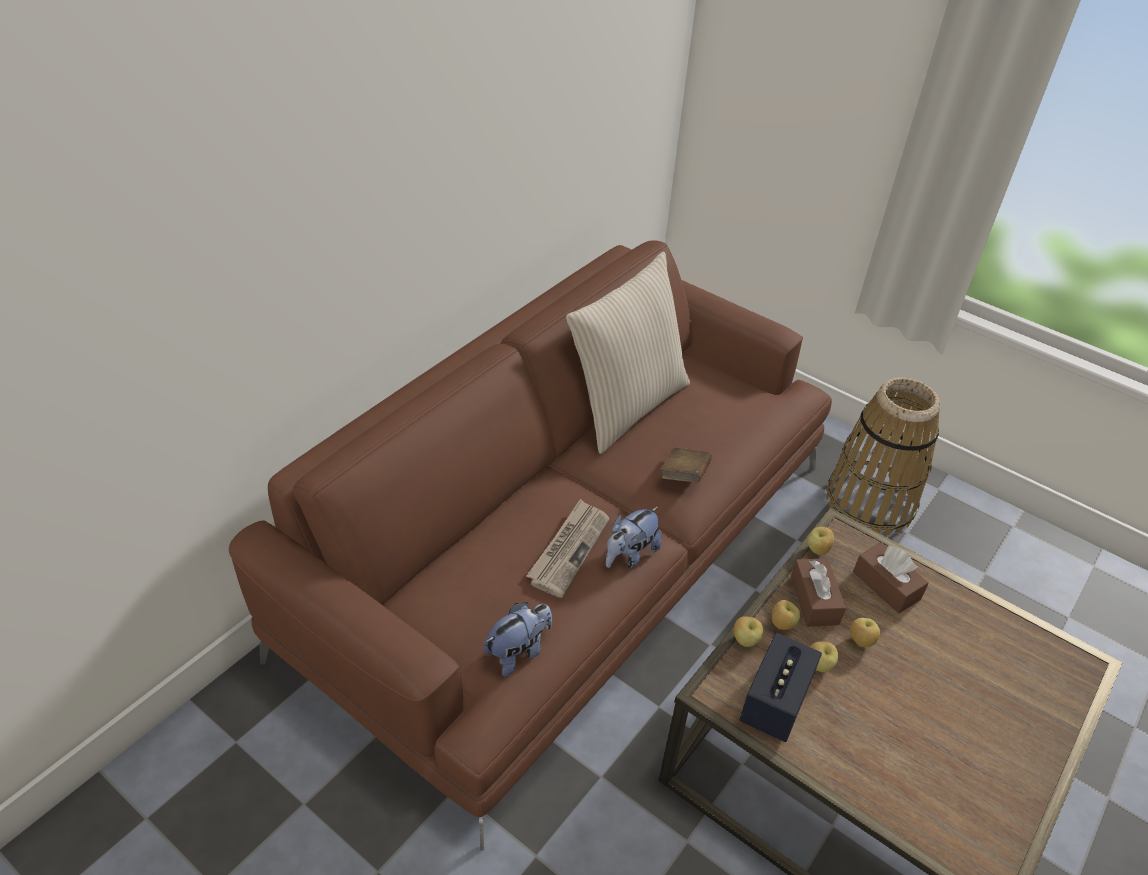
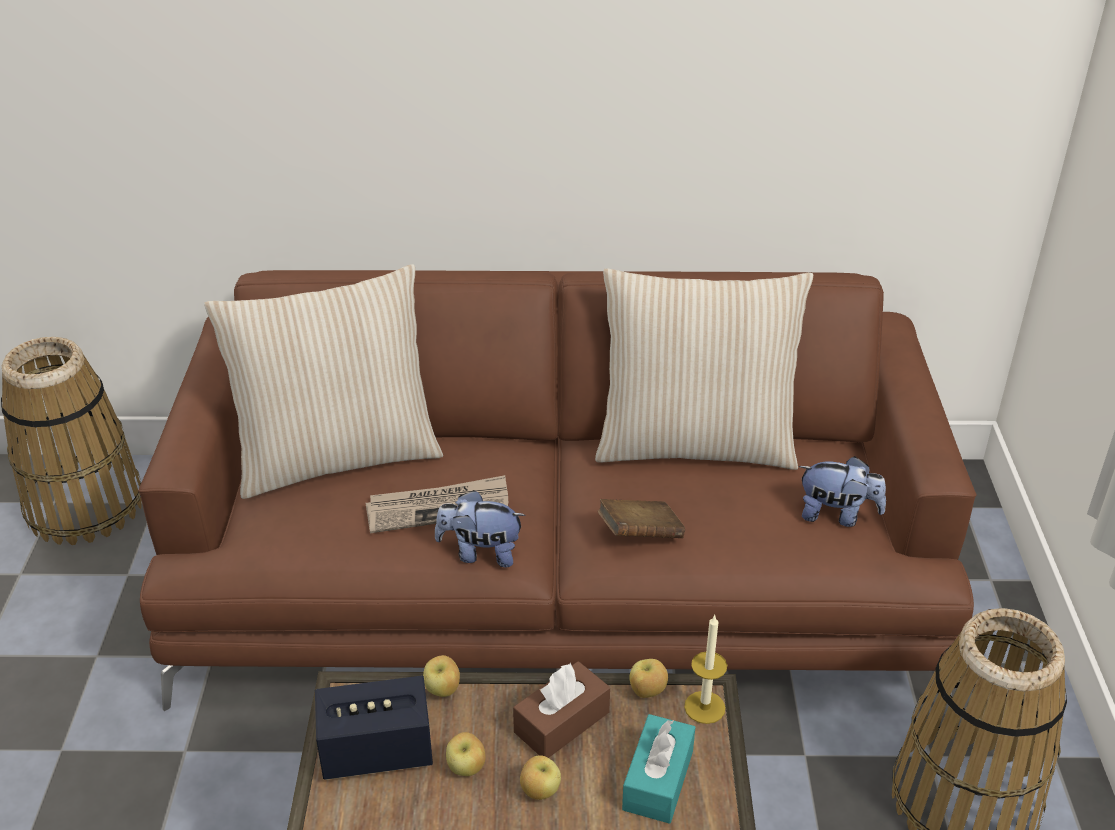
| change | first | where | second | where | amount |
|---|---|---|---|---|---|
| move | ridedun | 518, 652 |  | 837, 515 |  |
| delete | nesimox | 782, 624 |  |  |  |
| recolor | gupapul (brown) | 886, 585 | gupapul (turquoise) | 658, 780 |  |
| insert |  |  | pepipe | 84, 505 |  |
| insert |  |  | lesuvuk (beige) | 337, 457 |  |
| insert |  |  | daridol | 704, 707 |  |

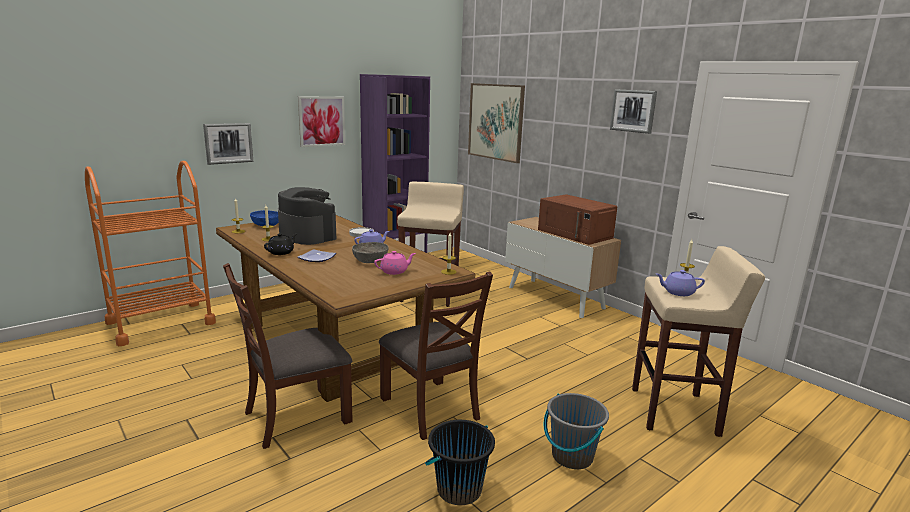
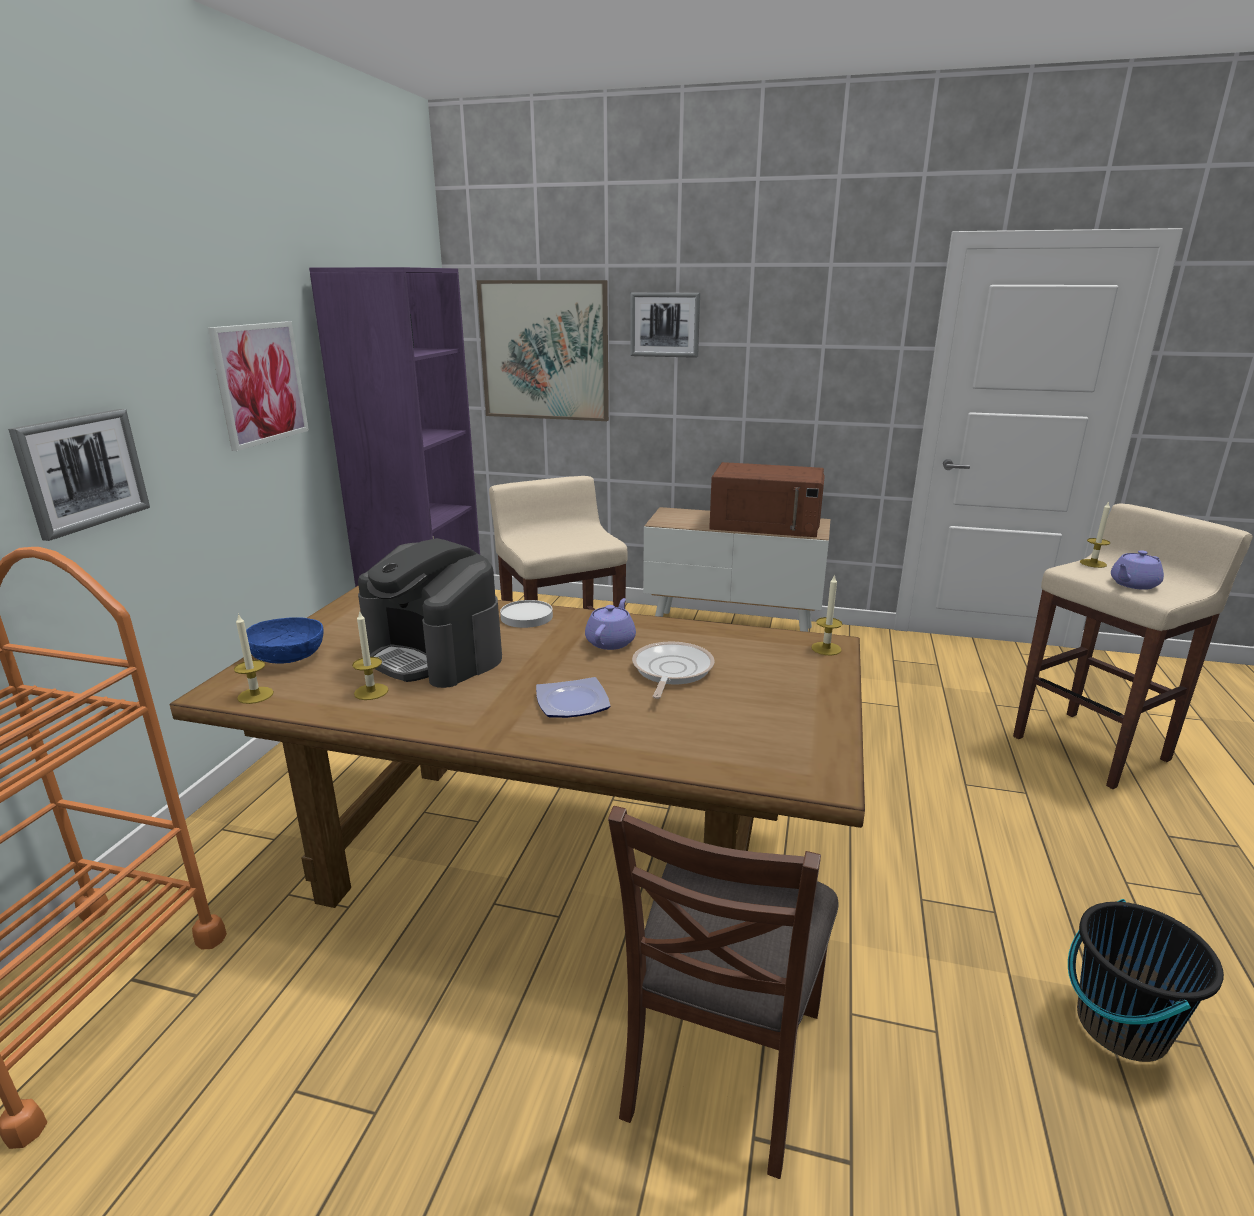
| change | first | where | second | where | amount |
|---|---|---|---|---|---|
| delete | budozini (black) | 281, 252 |  |  |  |
| rotate | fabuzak | 307, 235 |  | 435, 655 | 150 degrees counterclockwise |
| replace | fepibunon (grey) | 370, 260 | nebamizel | 670, 671 |  |
| delete | budozini (pink) | 394, 271 |  |  |  |
| delete | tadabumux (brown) | 431, 408 |  |  |  |
| delete | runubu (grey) | 571, 456 |  |  |  |
| move | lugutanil | 633, 111 |  | 665, 325 |  |

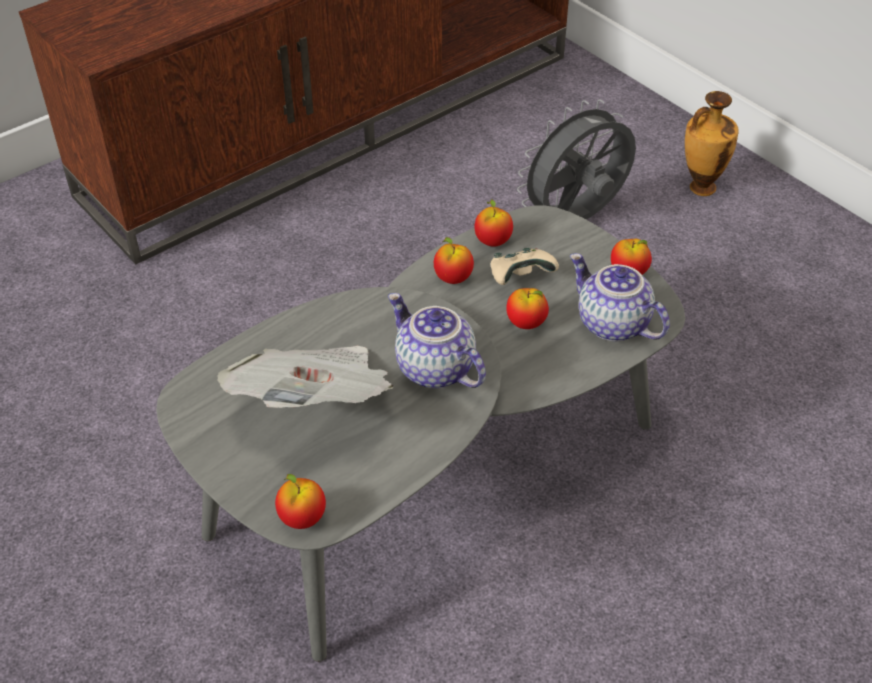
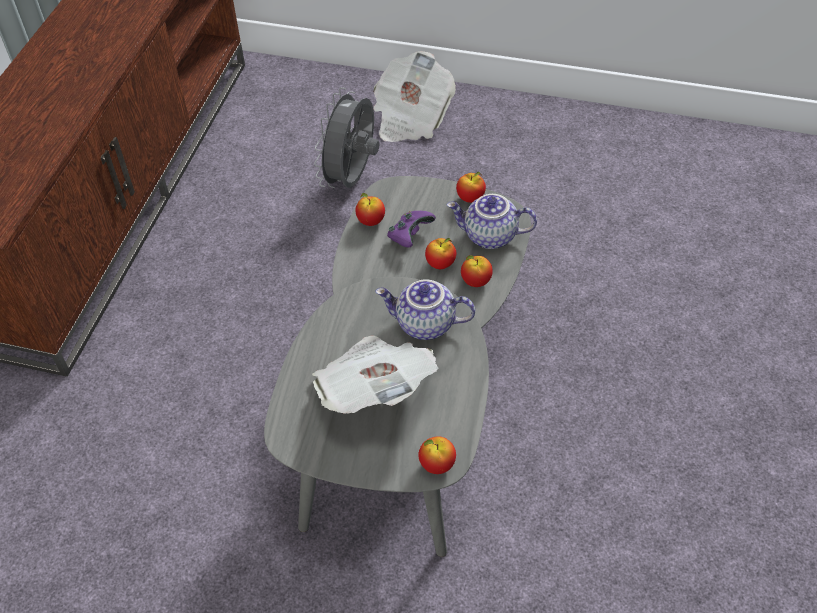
| change | first | where | second | where | amount |
|---|---|---|---|---|---|
| move | nesimox | 453, 278 |  | 476, 281 |  |
| recolor | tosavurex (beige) | 520, 278 | tosavurex (purple) | 409, 236 |  |
| replace | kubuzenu | 700, 187 | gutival | 411, 117 |  |

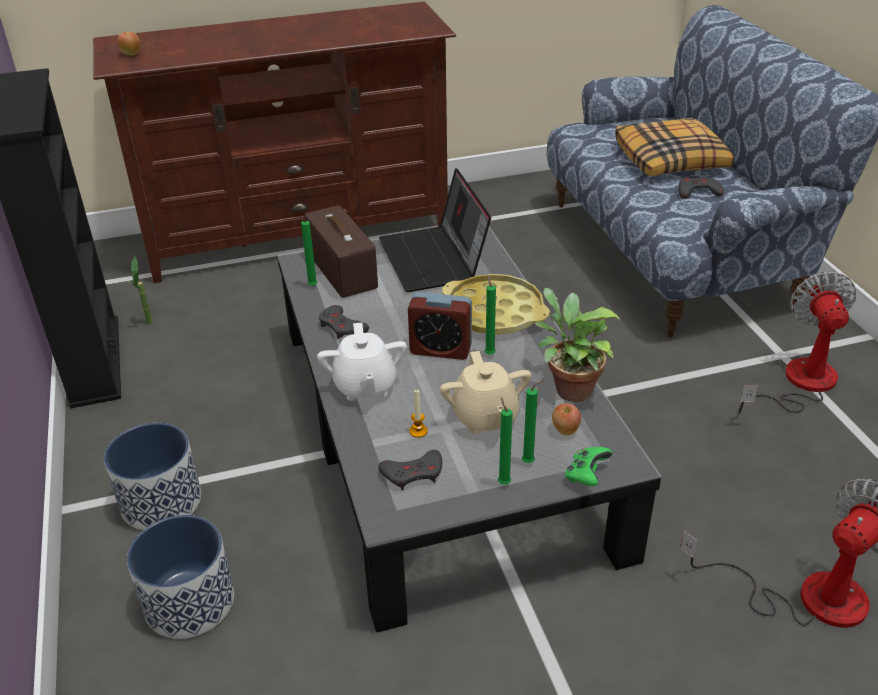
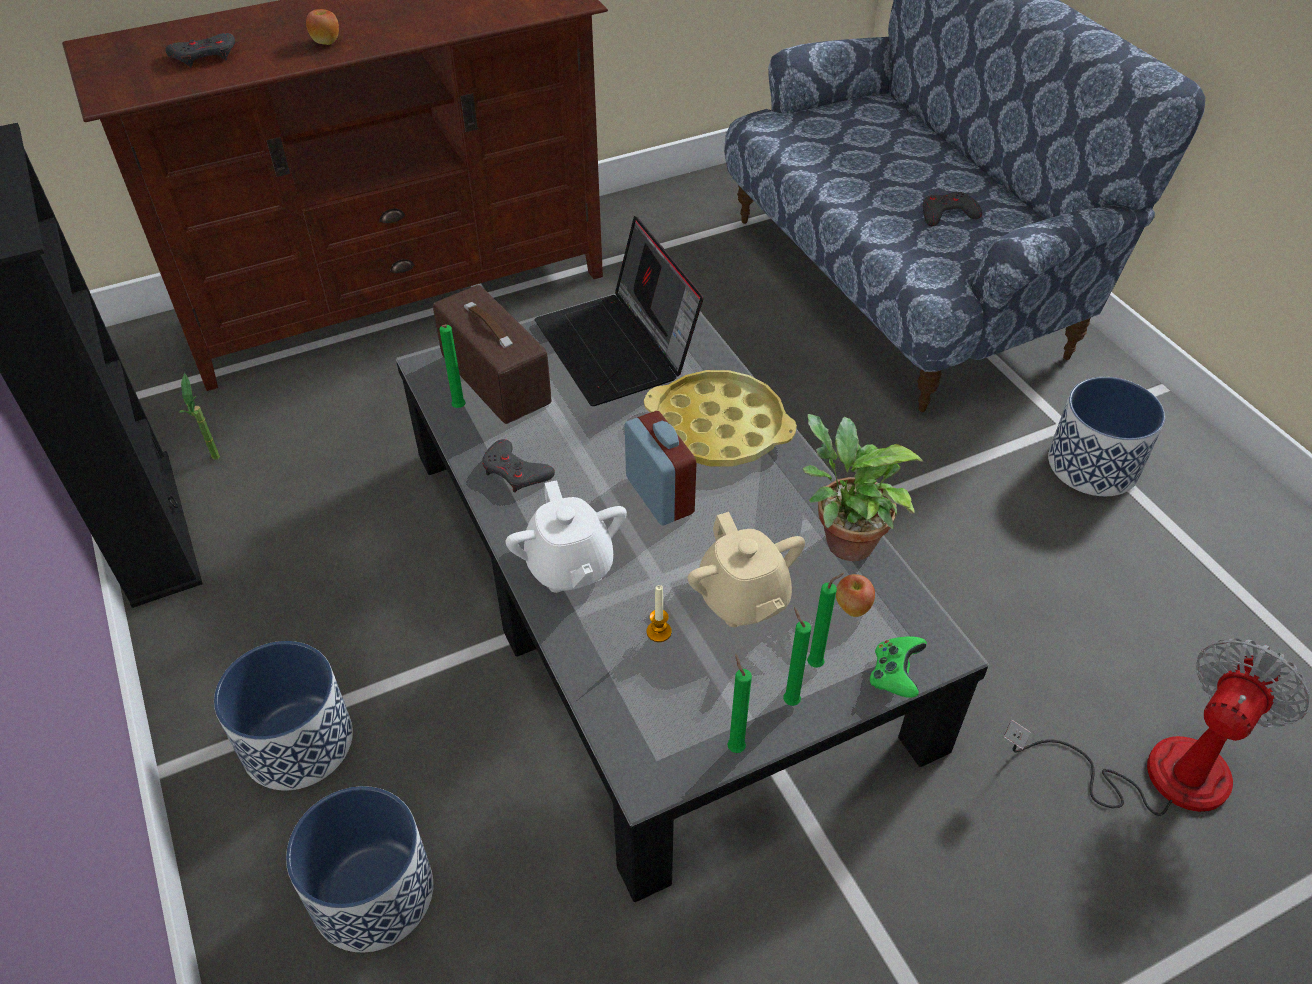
| change | first | where | second | where | amount |
|---|---|---|---|---|---|
| move | nesimox | 131, 54 |  | 326, 42 |  |
| move | tosavurex (grey) | 413, 473 |  | 205, 56 |  |
| rotate | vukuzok | 440, 349 |  | 659, 495 | 120 degrees counterclockwise |
| move | daridol (green) | 489, 353 |  | 734, 746 |  |
| delete | lesuvuk | 671, 160 |  |  |  |
| replace | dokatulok | 798, 384 | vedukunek | 1092, 466 |  |

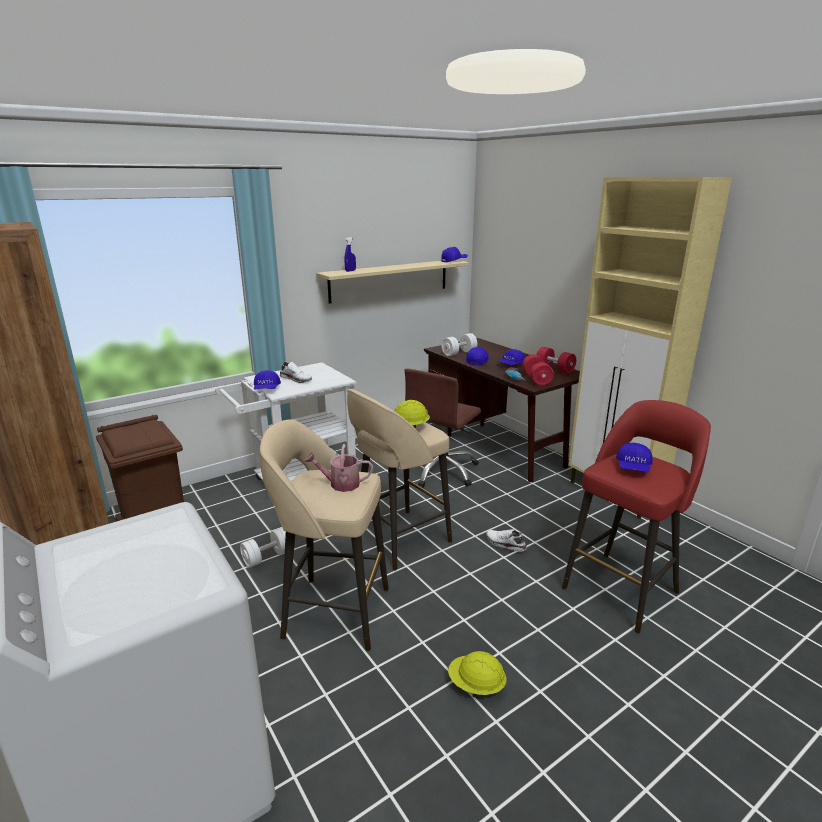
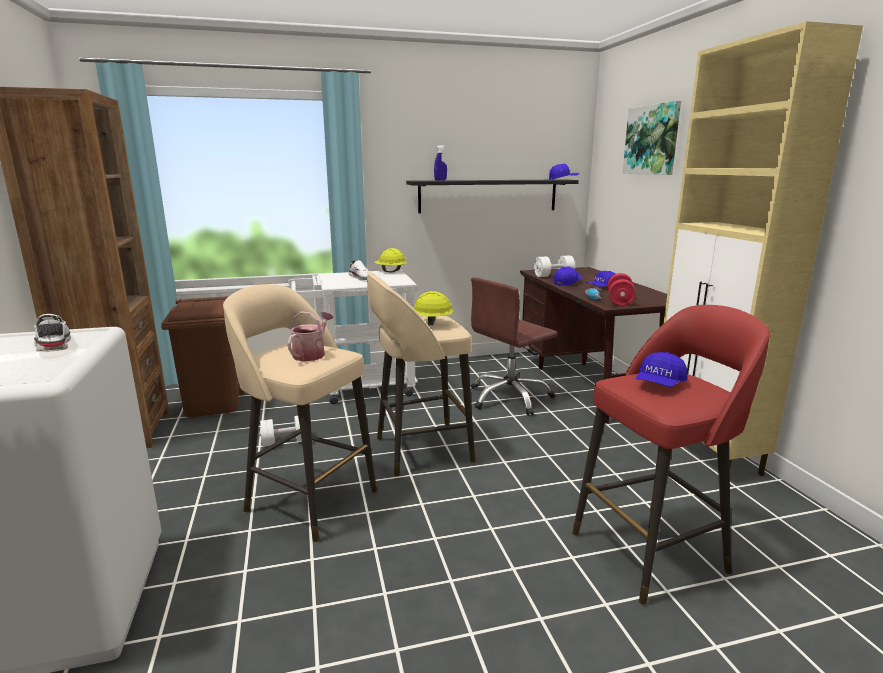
| change | first | where | second | where | amount |
|---|---|---|---|---|---|
| delete | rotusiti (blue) | 267, 389 |  |  |  |
| rotate | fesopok | 340, 484 |  | 311, 354 | 90 degrees clockwise |
| recolor | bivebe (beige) | 390, 280 | bivebe (black) | 488, 195 |  |
| move | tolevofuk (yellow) | 476, 685 |  | 390, 271 |  |
| move | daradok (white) | 505, 544 |  | 52, 346 |  |
| delete | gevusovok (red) | 554, 369 |  |  |  |
| insert |  |  | lugutanil | 652, 140 |  |

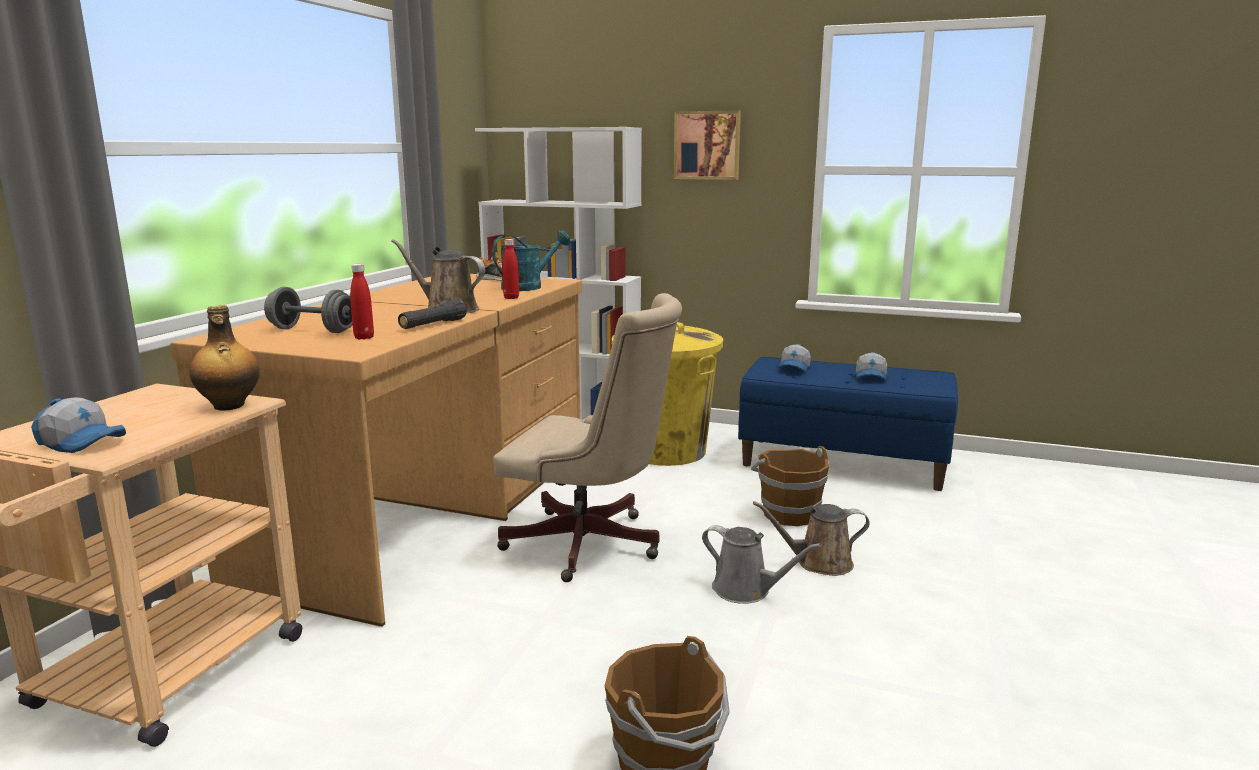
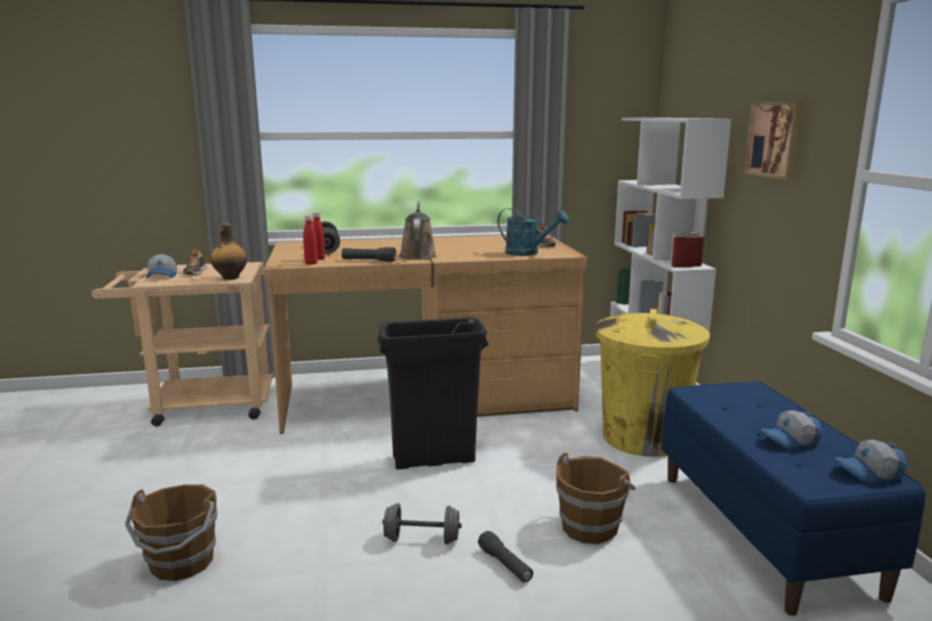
| change | first | where | second | where | amount |
|---|---|---|---|---|---|
| replace | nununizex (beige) | 591, 546 | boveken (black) | 433, 460 |  |
| move | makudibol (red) | 511, 298 |  | 311, 263 |  |
| replace | fesopok (grey) | 746, 590 | gevusovok (grey) | 422, 539 |  |
| replace | fesopok (brown) | 819, 563 | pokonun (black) | 505, 565 |  |
| move | rotusiti | 795, 368 |  | 869, 473 |  |
| insert |  |  | daradok | 195, 272 |  |

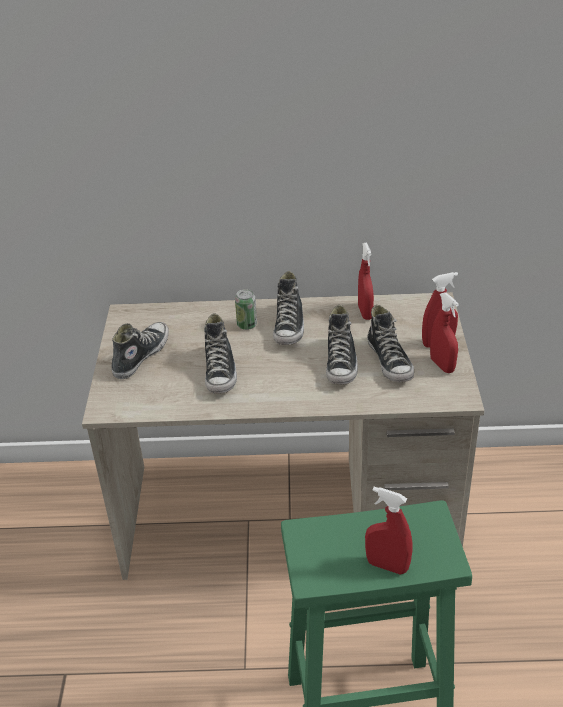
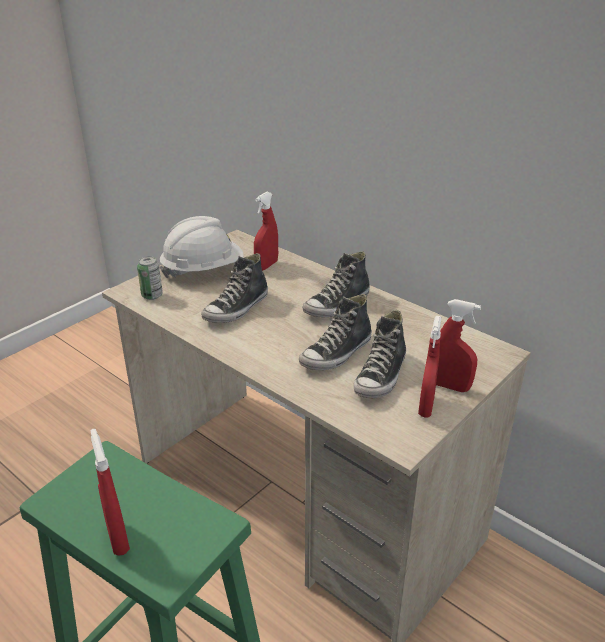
| change | first | where | second | where | amount |
|---|---|---|---|---|---|
| replace | daradok | 141, 356 | tolevofuk (white) | 203, 270 |  |
| move | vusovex | 247, 325 |  | 152, 295 |  |
| move | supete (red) | 365, 312 |  | 266, 265 |  |

